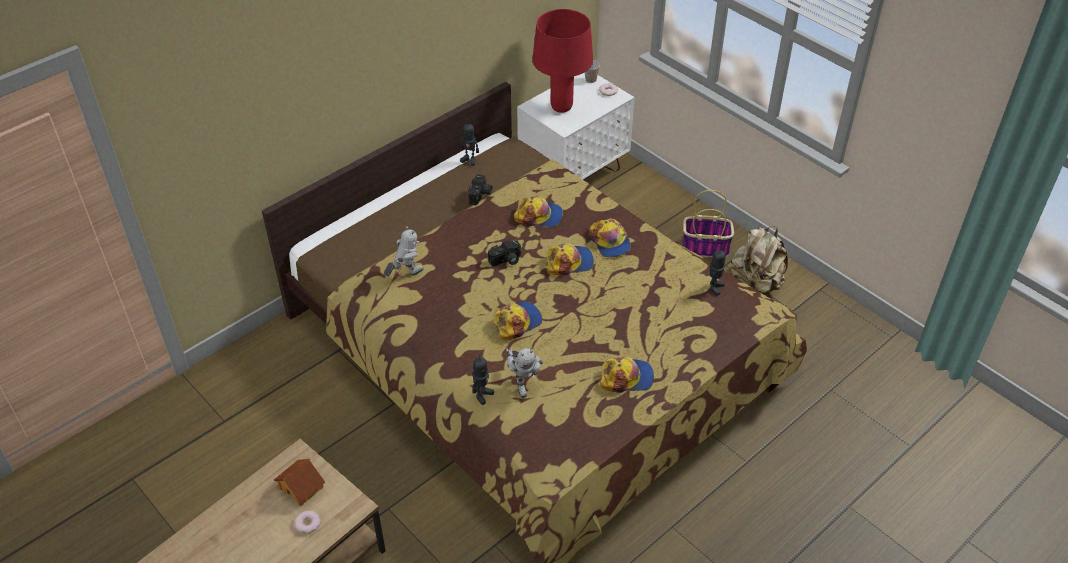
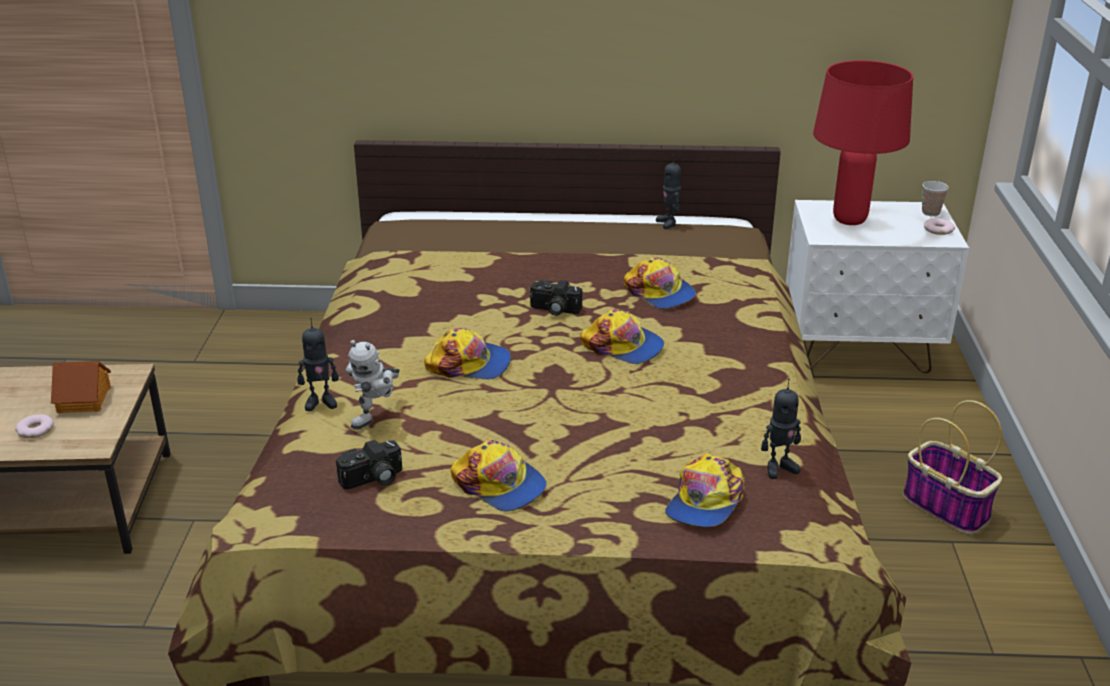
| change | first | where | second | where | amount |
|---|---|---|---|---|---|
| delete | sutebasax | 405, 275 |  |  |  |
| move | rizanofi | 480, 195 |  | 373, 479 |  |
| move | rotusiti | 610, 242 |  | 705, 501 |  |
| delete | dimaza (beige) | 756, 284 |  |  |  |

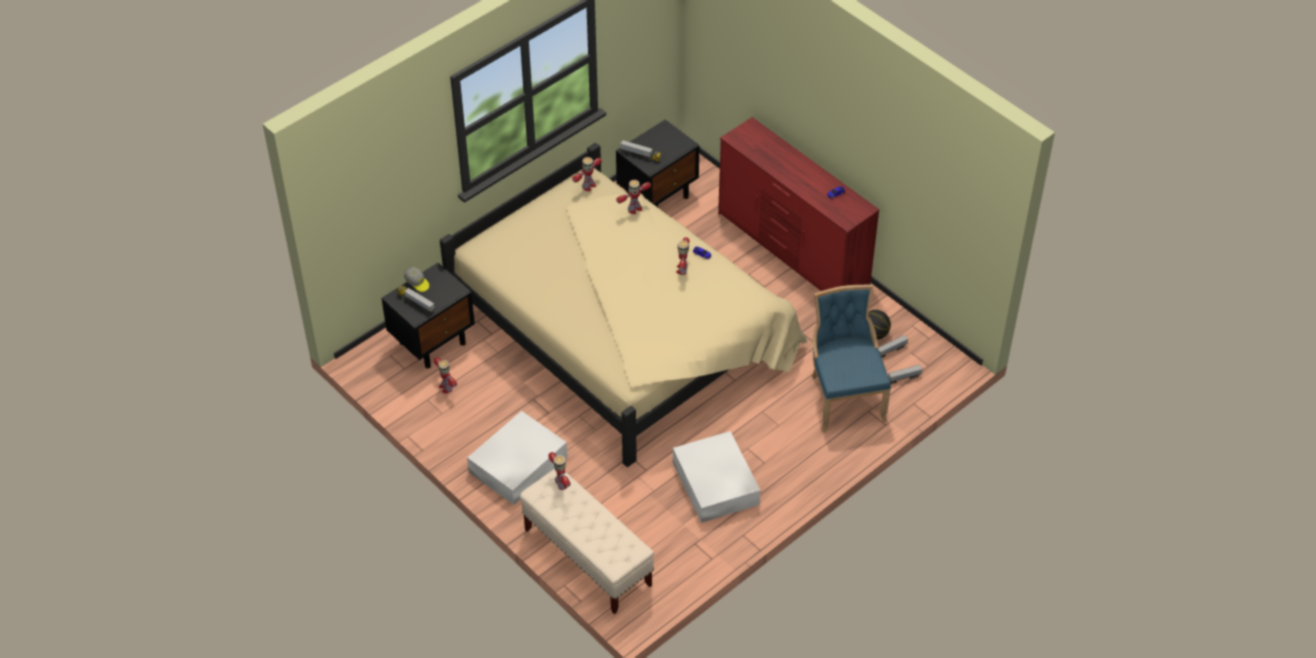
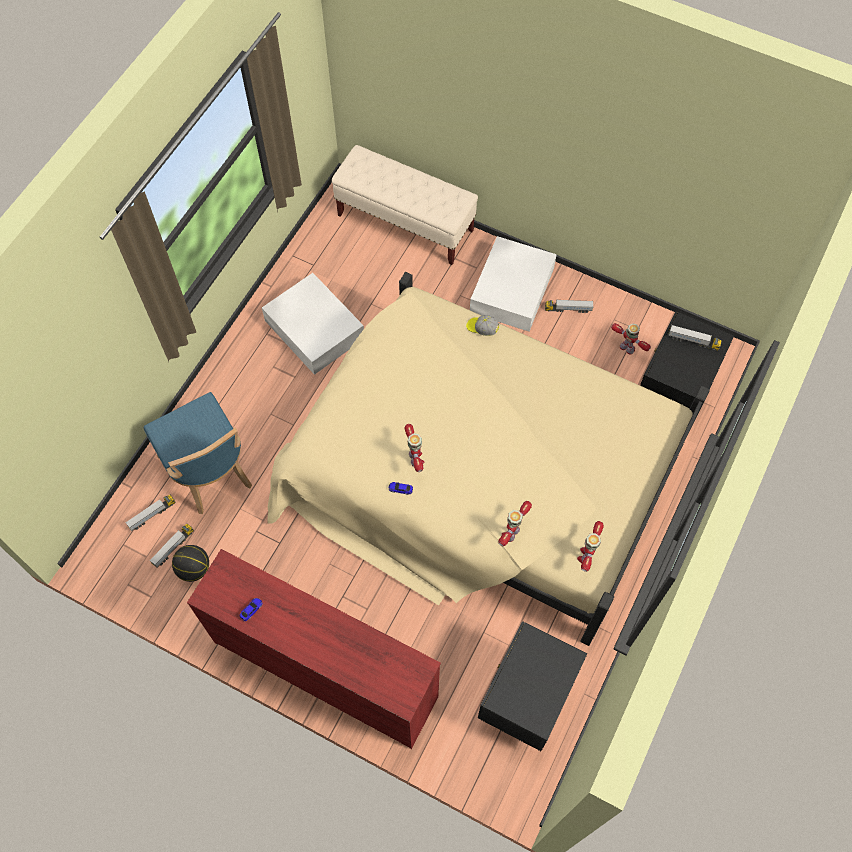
| change | first | where | second | where | amount |
|---|---|---|---|---|---|
| move | rotusiti | 417, 283 |  | 482, 328 |  |
| delete | sutebasax | 561, 484 |  |  |  |
| move | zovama | 640, 155 |  | 568, 309 |  |

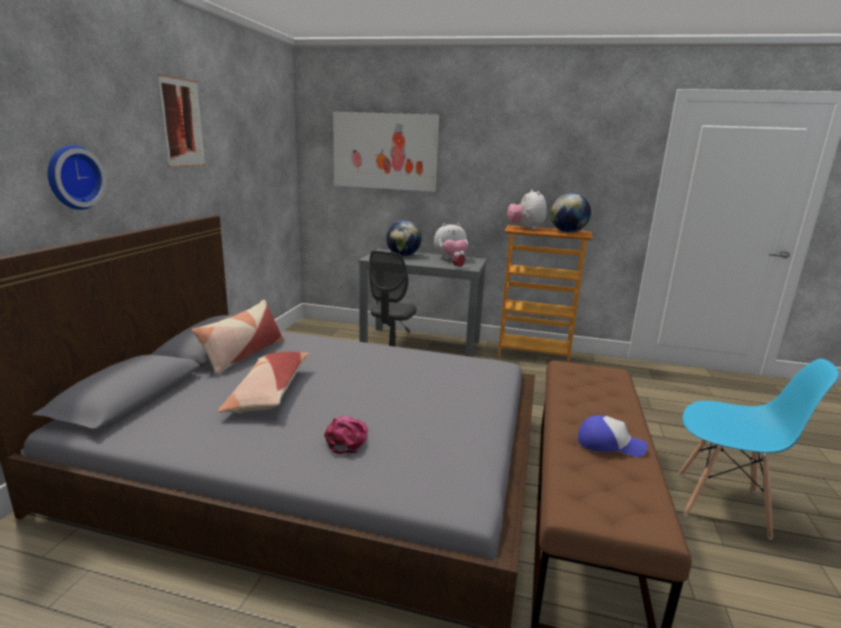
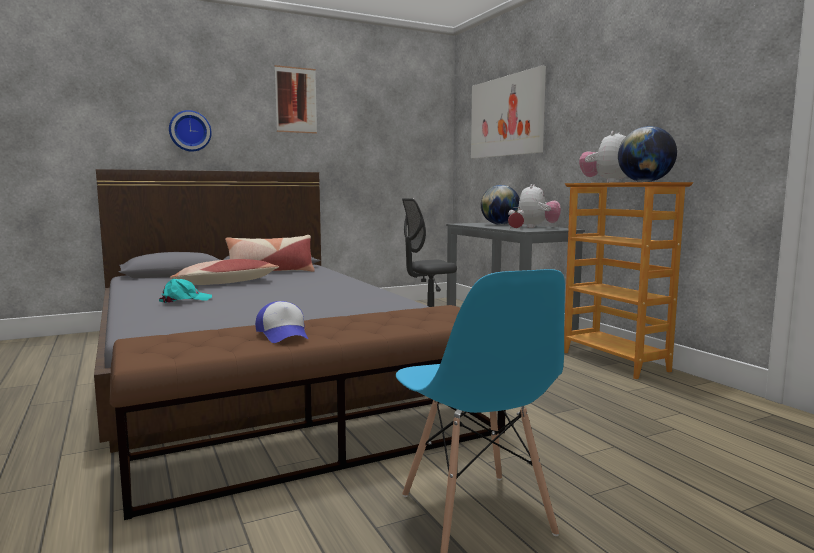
| change | first | where | second | where | amount |
|---|---|---|---|---|---|
| recolor | rotusiti (pink) | 347, 438 | rotusiti (turquoise) | 185, 300 |  |
| rotate | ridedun | 450, 259 |  | 537, 227 | 105 degrees counterclockwise |

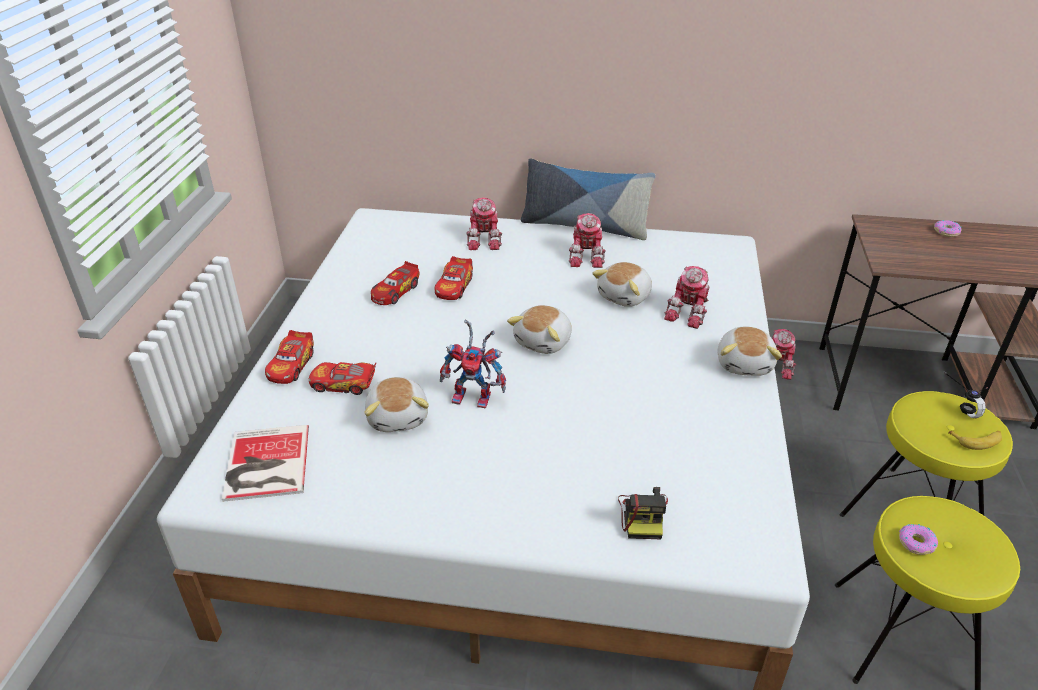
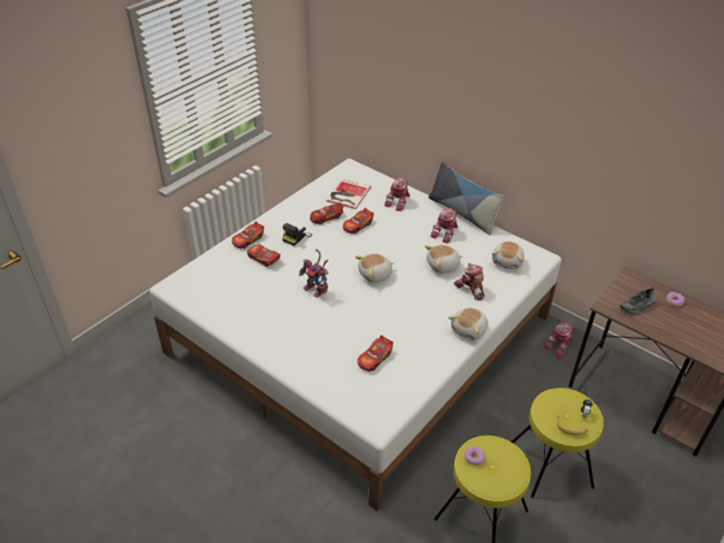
| change | first | where | second | where | amount |
|---|---|---|---|---|---|
| move | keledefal | 265, 465 |  | 347, 194 |  |
| move | ridedun | 399, 417 |  | 507, 261 |  |
| move | rizanofi | 643, 515 |  | 296, 237 |  |
| rotate | sutebasax | 690, 312 |  | 470, 289 | 90 degrees clockwise |
| insert |  |  | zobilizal | 374, 358 |  |
| insert |  |  | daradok | 637, 306 |  |

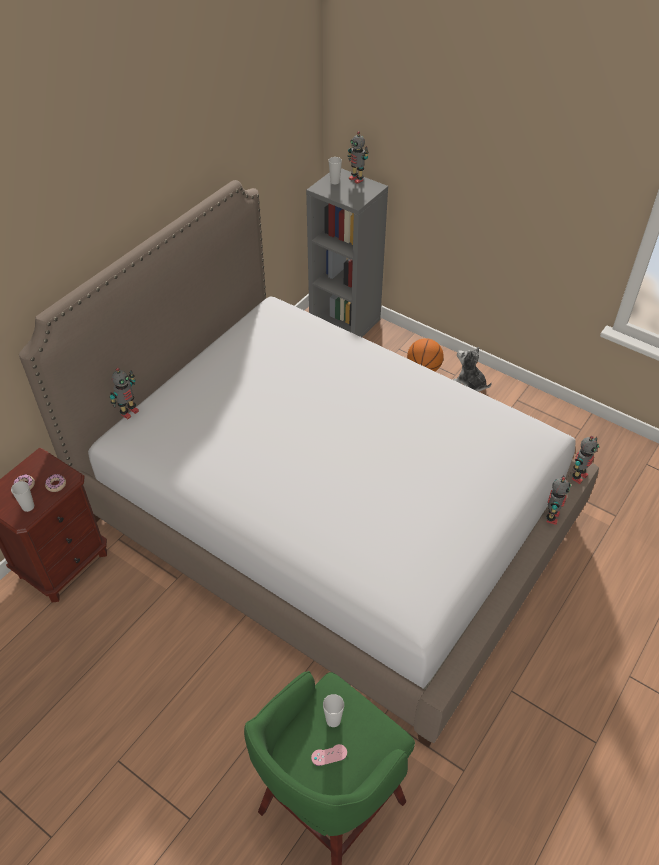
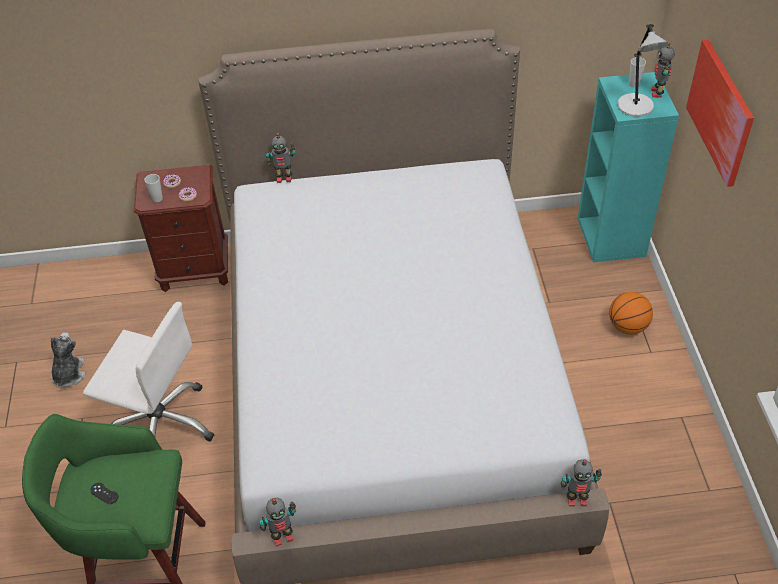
| change | first | where | second | where | amount |
|---|---|---|---|---|---|
| recolor | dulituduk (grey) | 345, 321 | dulituduk (turquoise) | 612, 237 |  |
| recolor | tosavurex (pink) | 329, 755 | tosavurex (black) | 104, 493 |  |
| delete | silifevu | 333, 720 |  |  |  |
| move | ridedun | 469, 385 |  | 69, 374 |  |
| move | sutebasax | 551, 517 |  | 282, 536 |  |
| insert |  |  | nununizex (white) | 161, 424 |  |
| insert |  |  | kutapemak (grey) | 636, 107 |  |
| insert |  |  | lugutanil | 720, 112 |  |

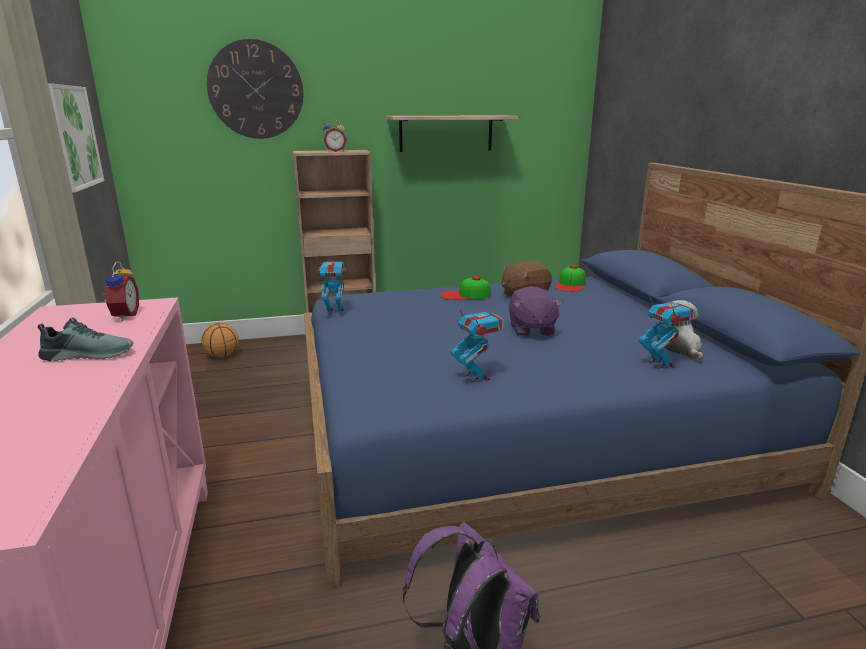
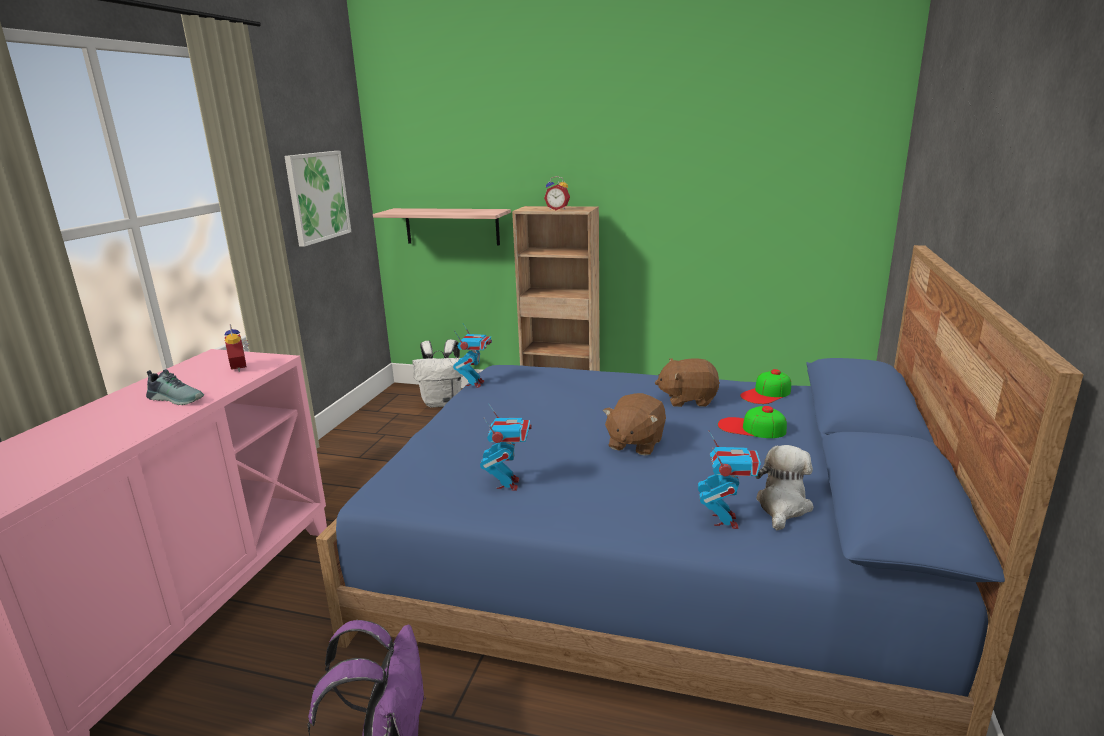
| change | first | where | second | where | amount |
|---|---|---|---|---|---|
| rotate | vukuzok | 123, 316 |  | 242, 367 | 135 degrees clockwise |
| replace | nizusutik | 222, 355 | dimaza (white) | 443, 402 |  |
| delete | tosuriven | 256, 90 |  |  |  |
| rotate | sutebasax | 334, 312 |  | 475, 384 | 75 degrees clockwise |
| move | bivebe | 446, 133 |  | 452, 226 |  |
| move | rotusiti | 465, 295 |  | 751, 428 |  |
| recolor | ridedun (purple) | 531, 330 | ridedun (brown) | 635, 443 |  |

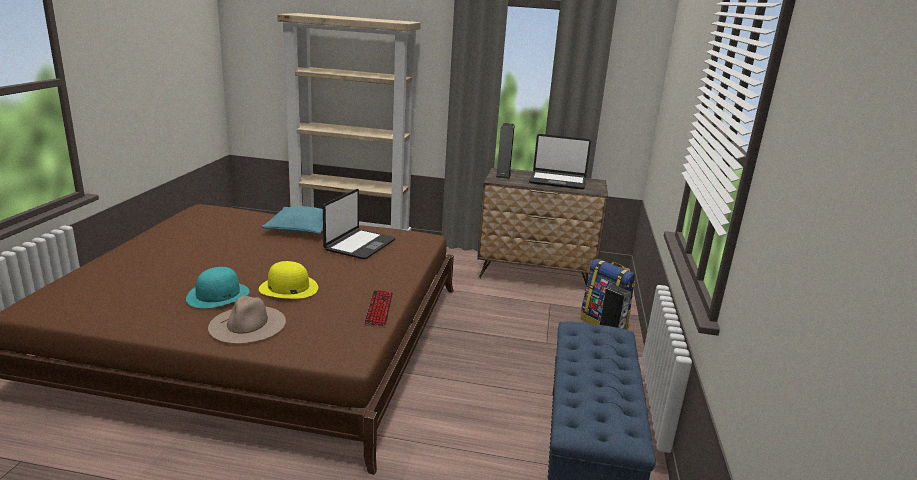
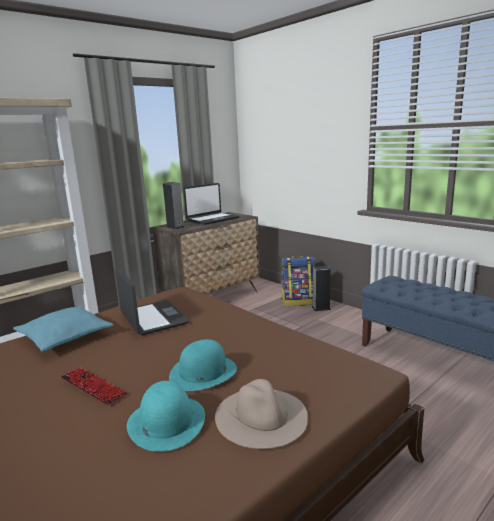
| change | first | where | second | where | amount |
|---|---|---|---|---|---|
| recolor | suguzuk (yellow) | 288, 288 | suguzuk (turquoise) | 203, 372 |  |
| move | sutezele | 379, 308 |  | 93, 387 |  |

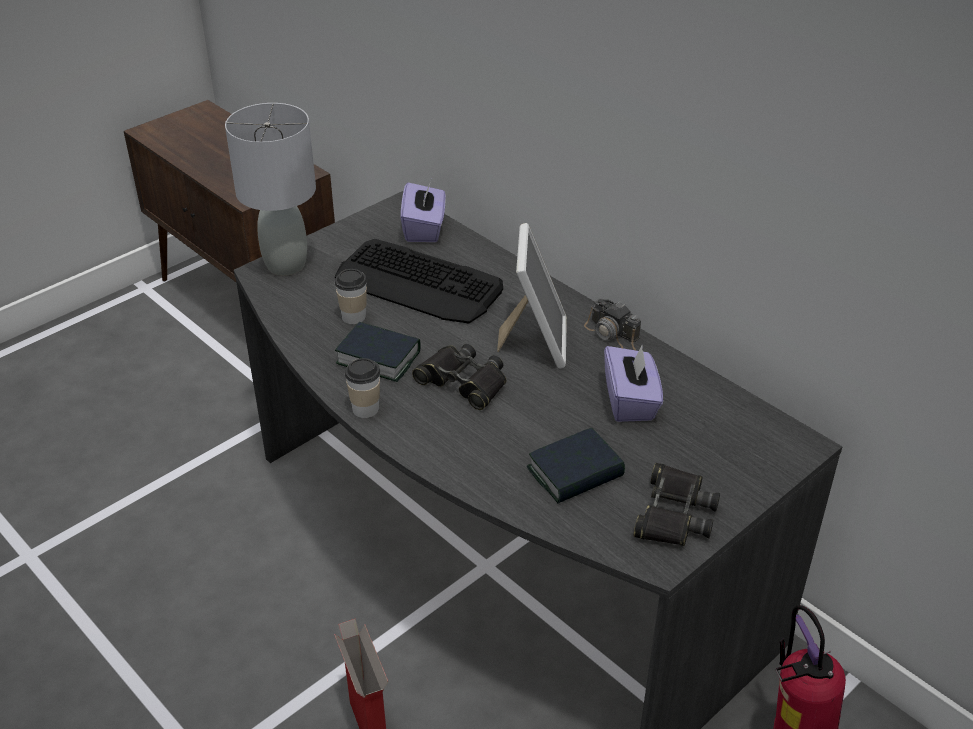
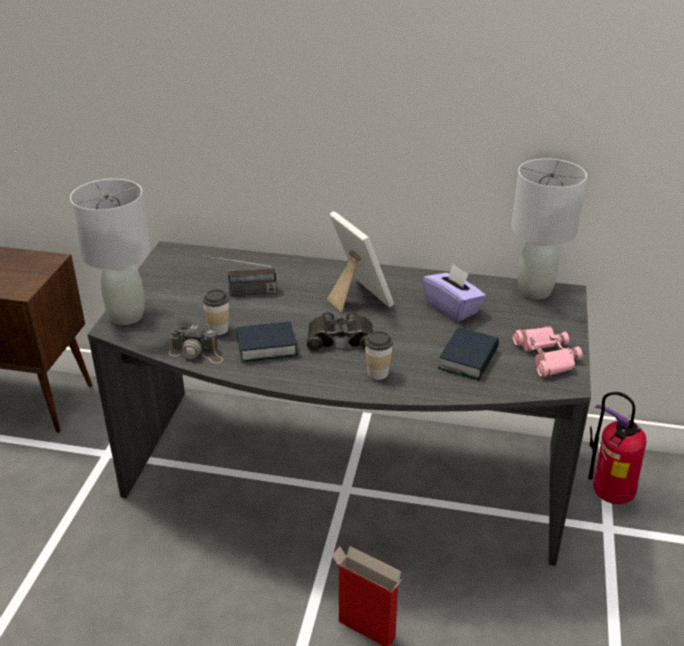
| change | first | where | second | where | amount |
|---|---|---|---|---|---|
| replace | sutezele | 419, 284 | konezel | 240, 293 |  |
| move | silifevu | 365, 409 |  | 378, 373 |  |
| delete | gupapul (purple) | 424, 229 |  |  |  |
| move | rizanofi | 613, 335 |  | 197, 353 |  |
| recolor | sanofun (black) | 674, 513 | sanofun (pink) | 546, 356 |  |
| insert |  |  | kutapemak (grey) | 535, 291 |  |

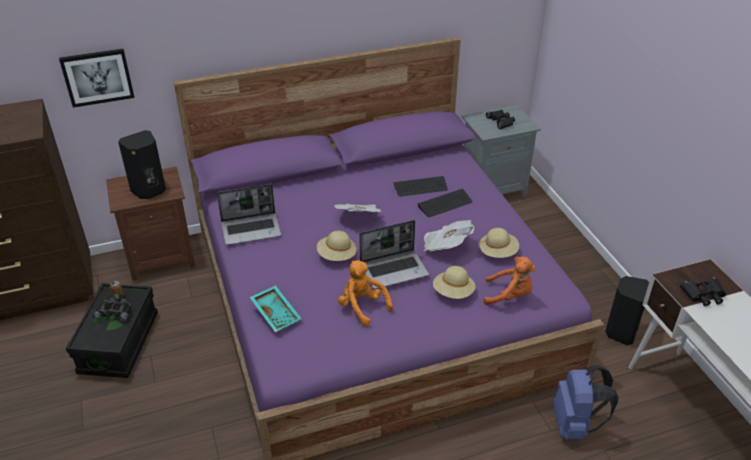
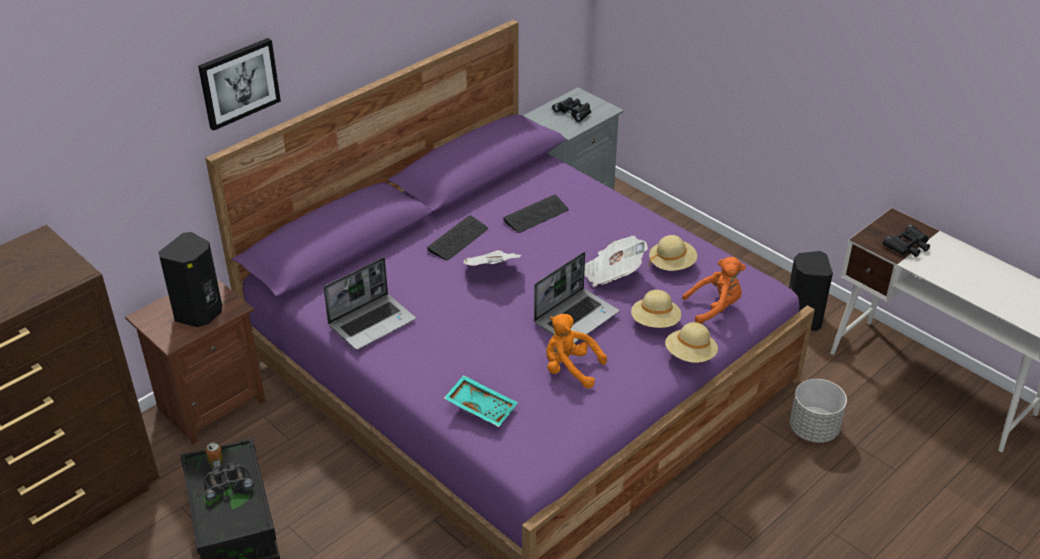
| change | first | where | second | where | amount |
|---|---|---|---|---|---|
| move | lugutanil | 97, 77 |  | 239, 83 |  |
| move | suguzuk (beige) | 336, 256 |  | 690, 355 |  |
| move | sutezele | 445, 204 |  | 458, 239 |  |
| replace | dimaza (blue) | 575, 424 | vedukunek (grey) | 814, 430 |  |

